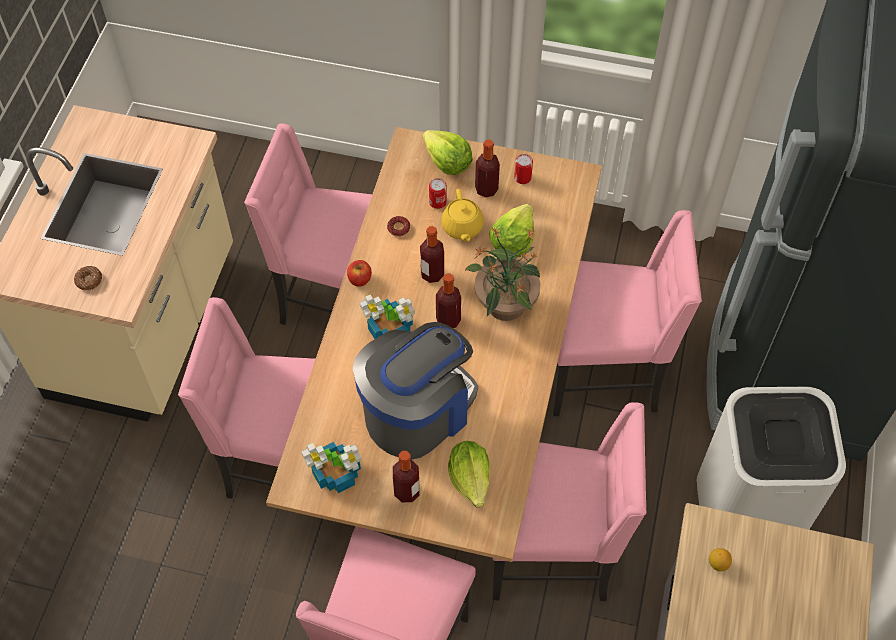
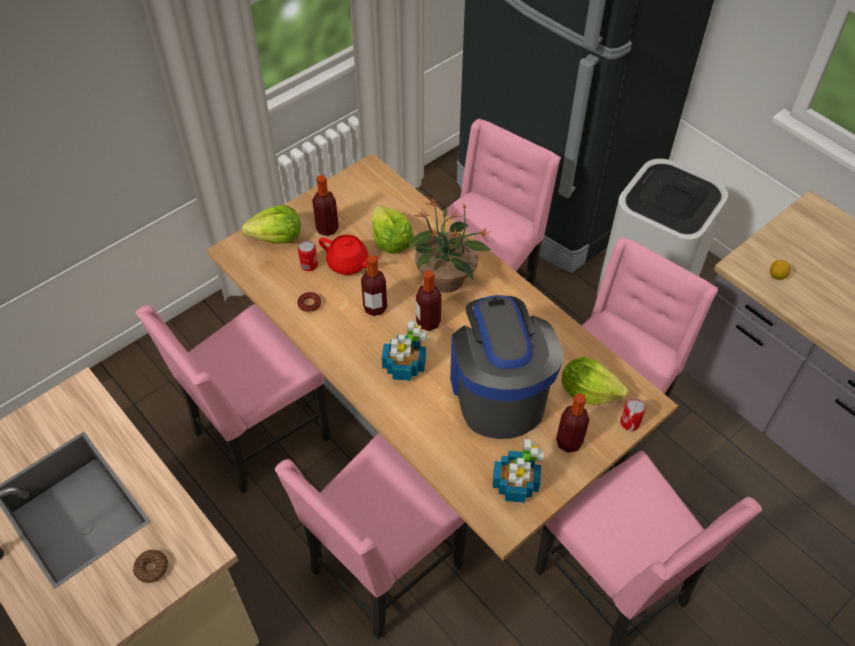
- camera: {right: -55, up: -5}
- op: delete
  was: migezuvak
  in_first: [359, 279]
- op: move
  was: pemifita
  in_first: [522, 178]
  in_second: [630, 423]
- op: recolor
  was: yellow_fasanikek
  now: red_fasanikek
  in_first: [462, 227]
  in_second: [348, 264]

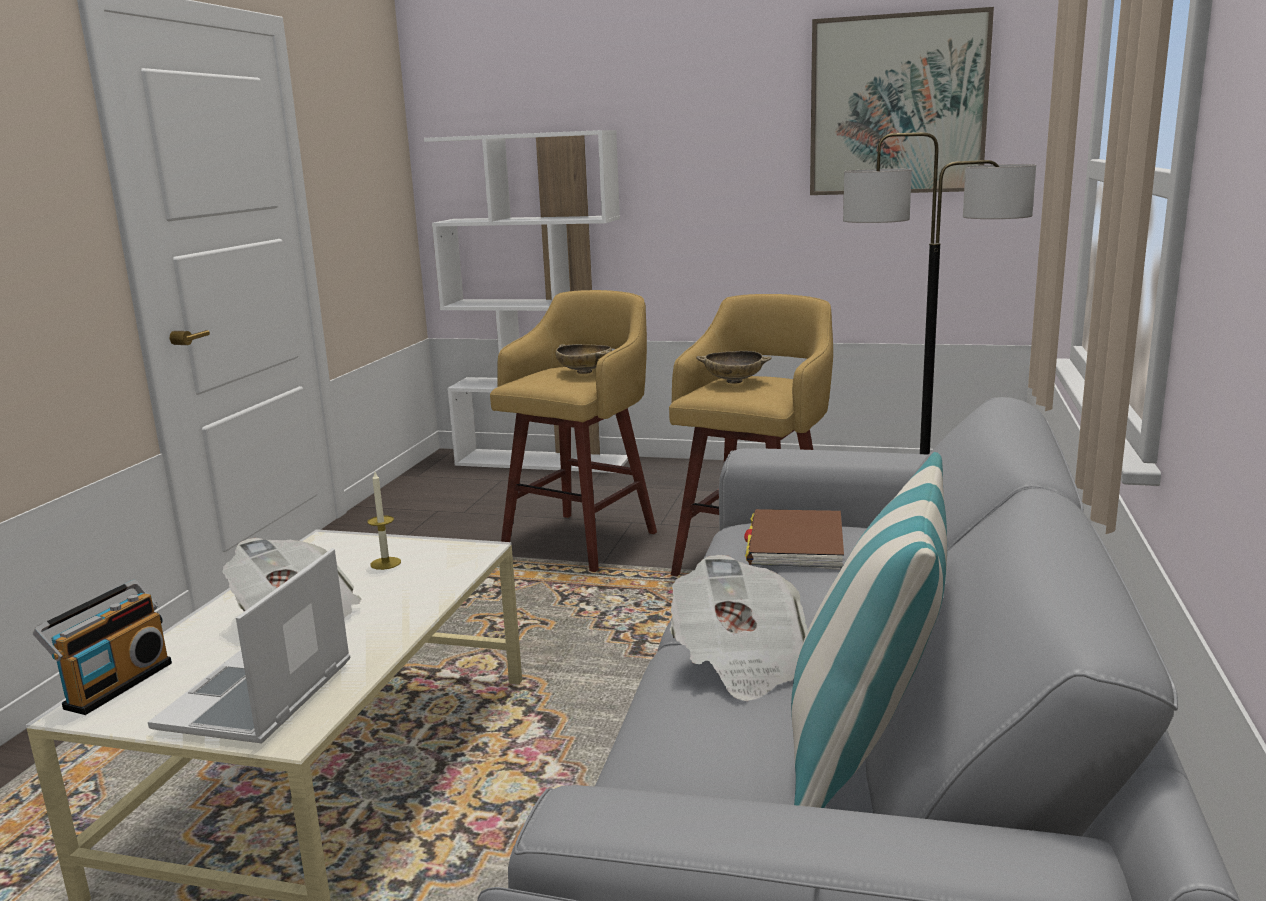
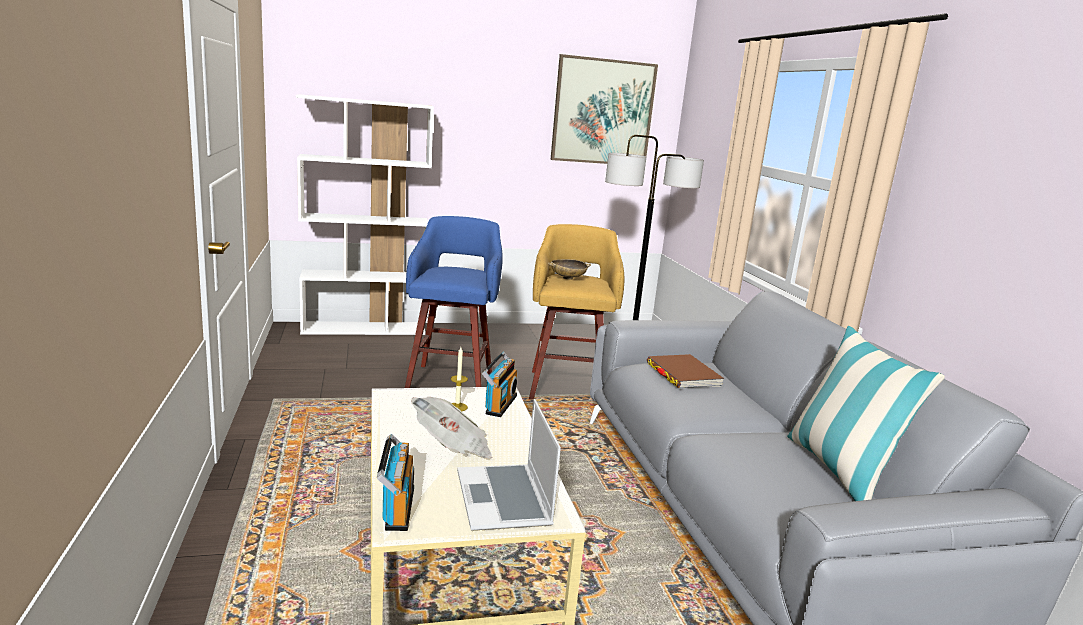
- camera: {right: -30, up: 0}
- op: delete
  was: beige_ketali
  in_first: [585, 372]
- op: delete
  was: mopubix
  in_first: [741, 661]
- op: insert
  now: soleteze
  in_second: [498, 404]
- op: recolor
  was: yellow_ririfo
  now: blue_ririfo
  in_first: [583, 540]
  in_second: [451, 381]

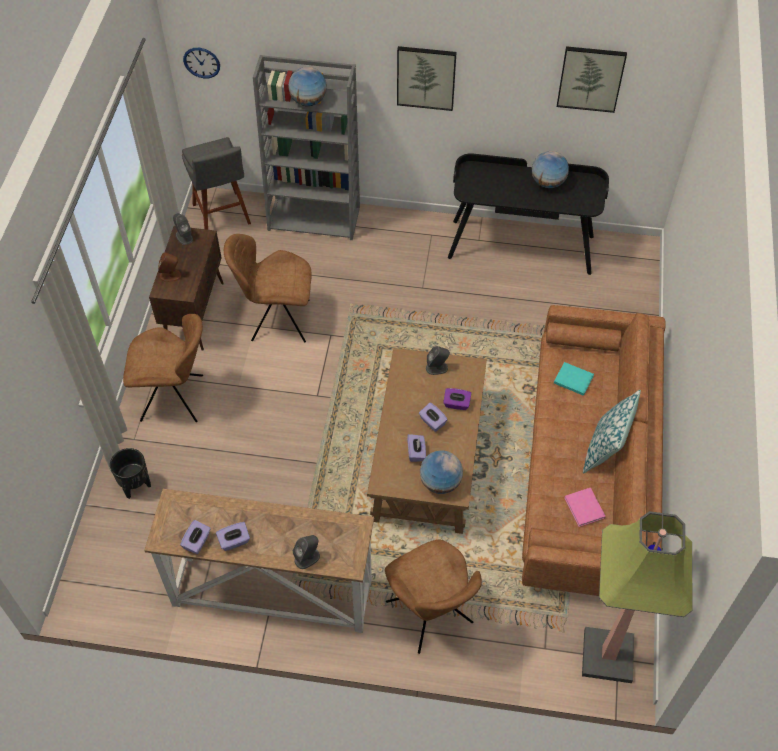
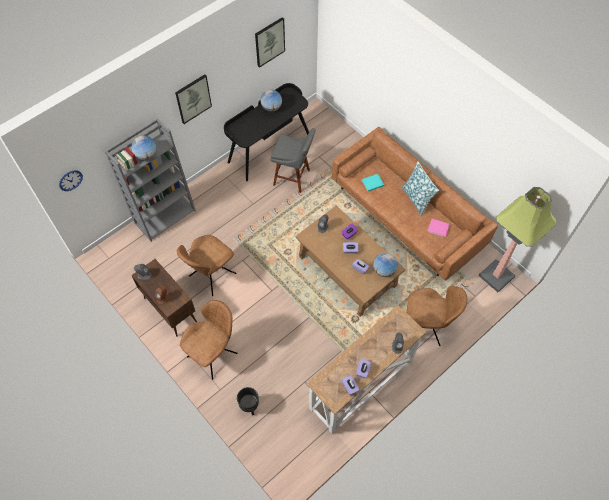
- camera: {right: -50, up: 5}
- op: move
  was: grey_ririfo
  in_first: [222, 216]
  in_second: [293, 178]

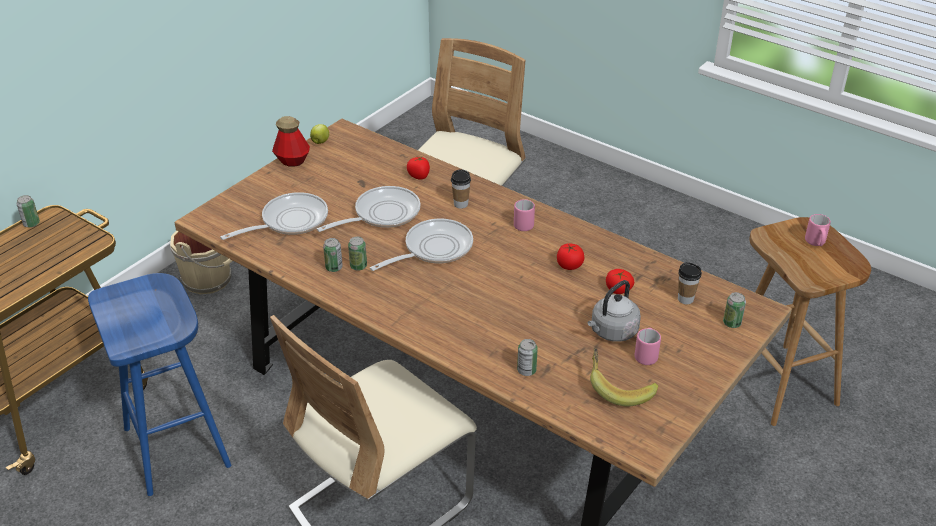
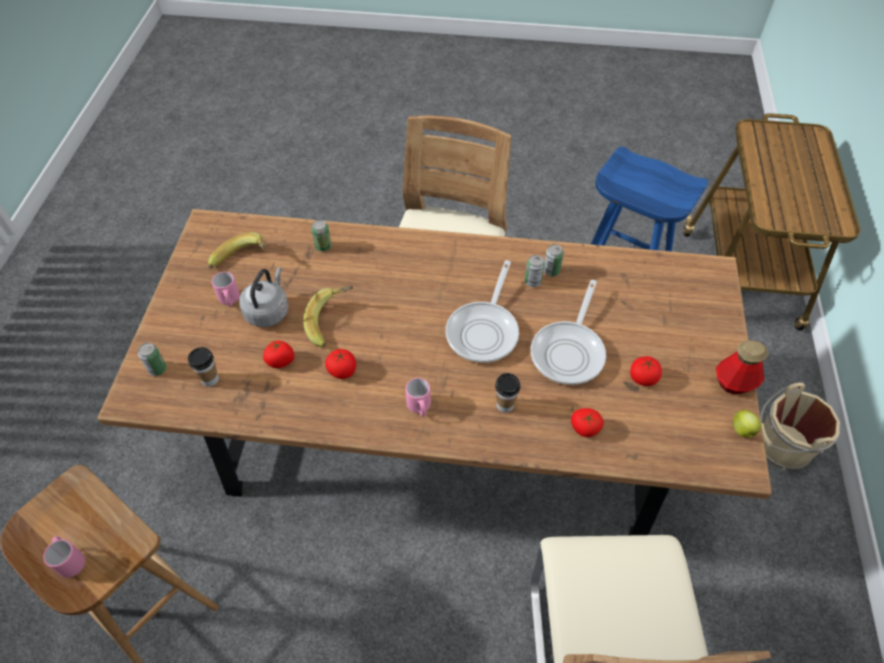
- camera: {right: 150, up: 15}
- op: delete
  was: pemifita
  in_first: [31, 224]
- op: delete
  was: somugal
  in_first: [289, 221]
- op: insert
  now: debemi
  in_second: [332, 323]
- op: insert
  now: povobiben
  in_second: [642, 378]

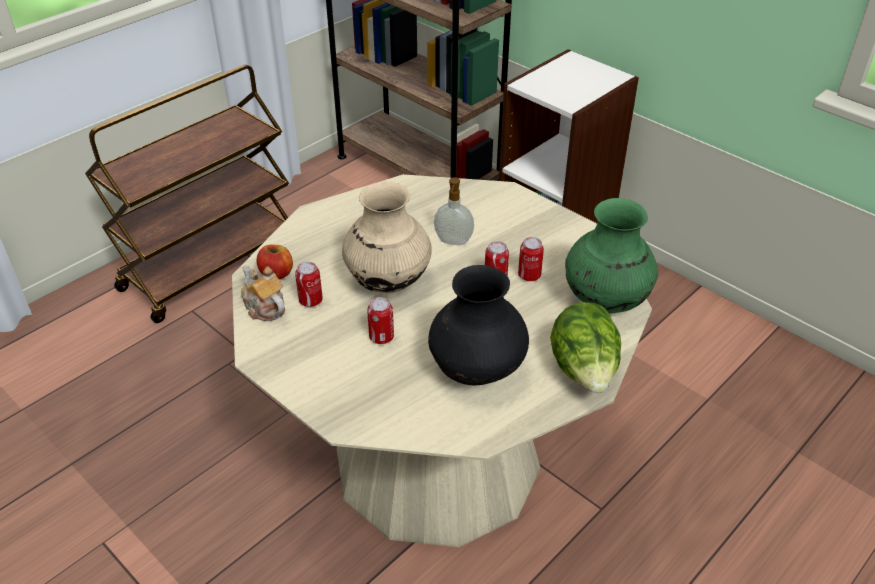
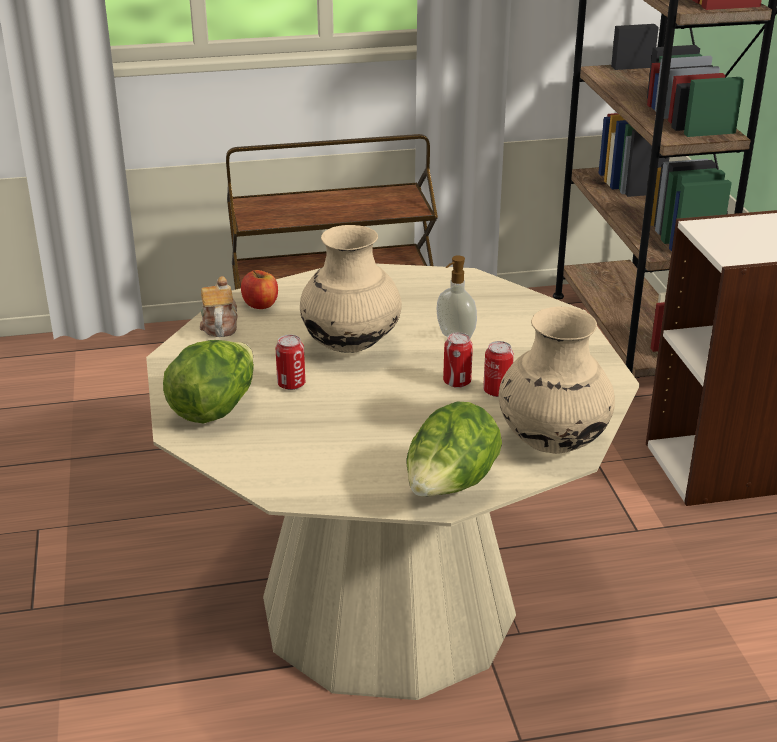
- camera: {right: 35, up: -10}
- op: delete
  was: pemifita
  in_first: [310, 300]
- op: delete
  was: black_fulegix
  in_first: [477, 370]
- op: insert
  now: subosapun
  in_second: [214, 407]
- op: recolor
  was: green_fulegix
  now: beige_fulegix
  in_first: [605, 300]
  in_second: [552, 441]

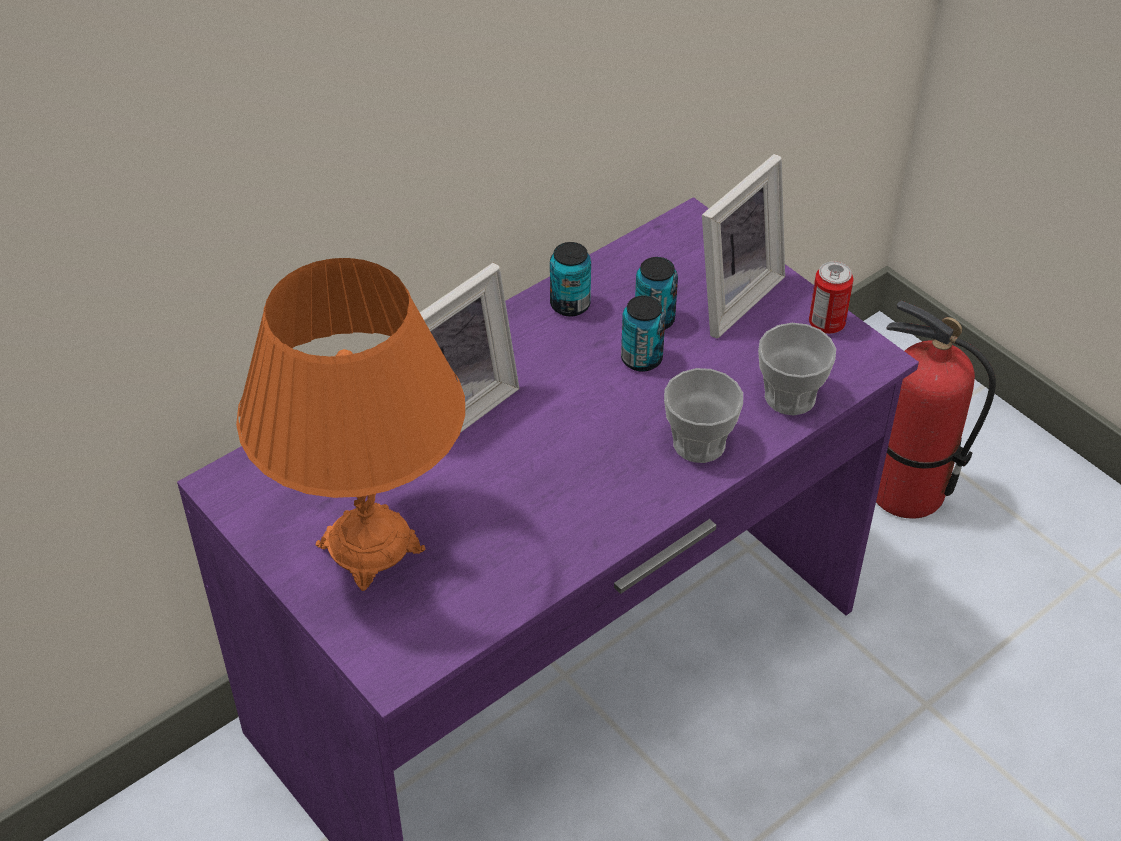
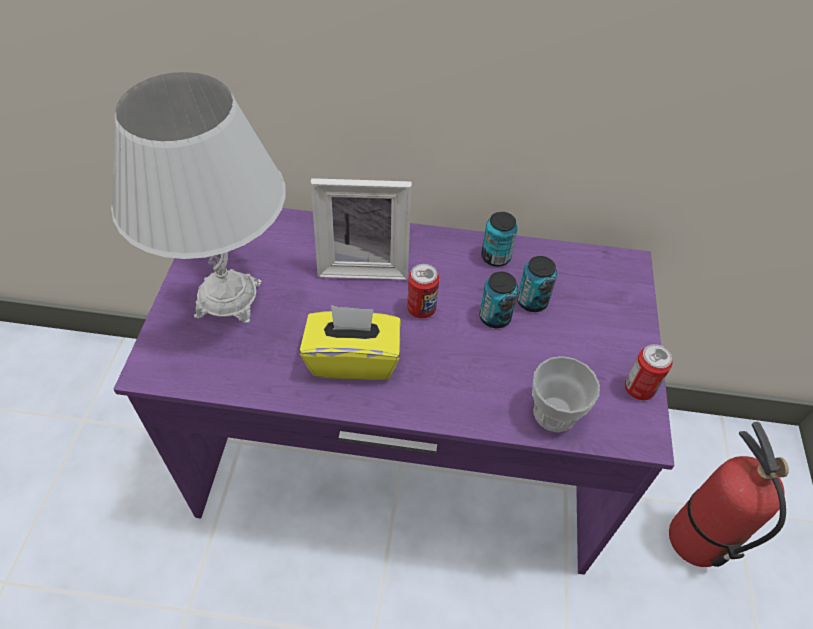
- camera: {right: 45, up: 5}
- op: delete
  was: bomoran
  in_first: [699, 443]
- op: delete
  was: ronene
  in_first: [729, 296]
- op: insert
  now: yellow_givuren
  in_second: [353, 359]
- op: insert
  now: pemifita
  in_second: [421, 309]
- op: recolor
  was: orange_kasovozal
  now: white_kasovozal
  in_first: [370, 547]
  in_second: [228, 299]

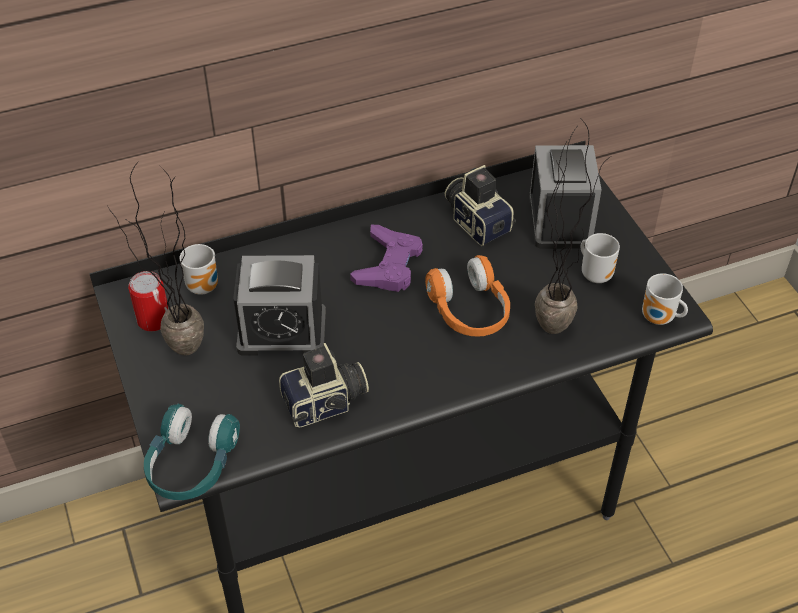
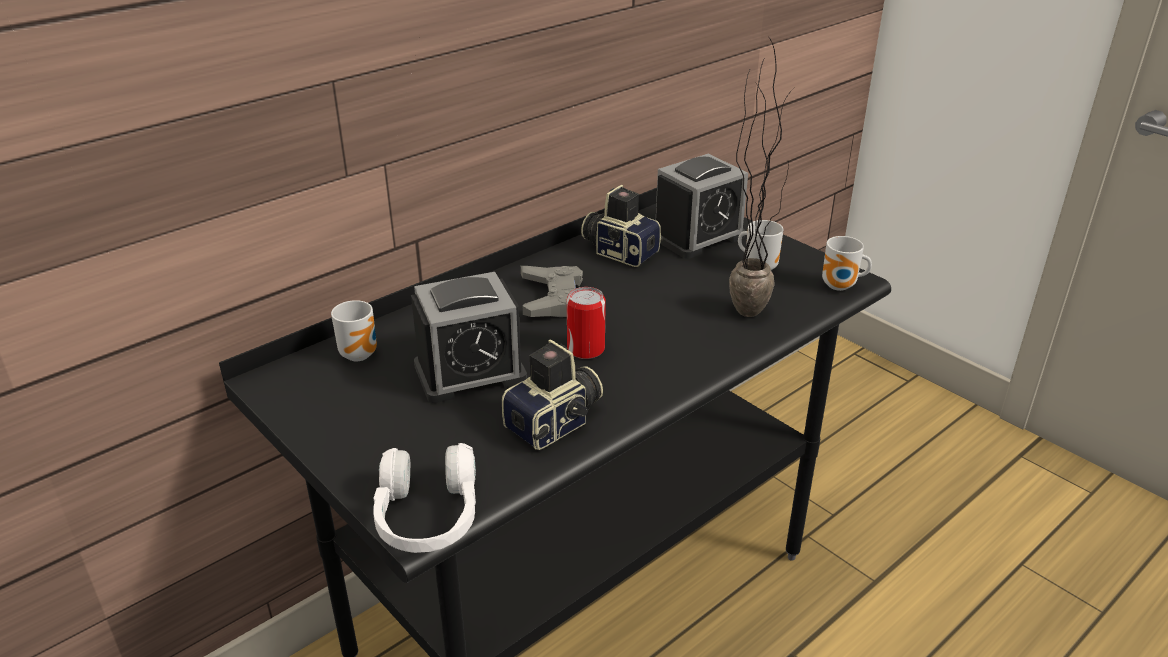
- camera: {right: -20, up: -15}
- op: delete
  was: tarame
  in_first: [176, 356]
- op: delete
  was: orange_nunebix
  in_first: [469, 311]
- op: move
  was: pemifita
  in_first: [154, 320]
  in_second: [586, 349]
- op: recolor
  was: turquoise_nunebix
  now: white_nunebix
  in_first: [191, 465]
  in_second: [427, 517]
- op: recolor
  was: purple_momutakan
  now: grey_momutakan
  in_first: [388, 265]
  in_second: [553, 298]
- op: rotate
  was: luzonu
  in_first: [560, 220]
  in_second: [698, 237]
  clockwise: 75

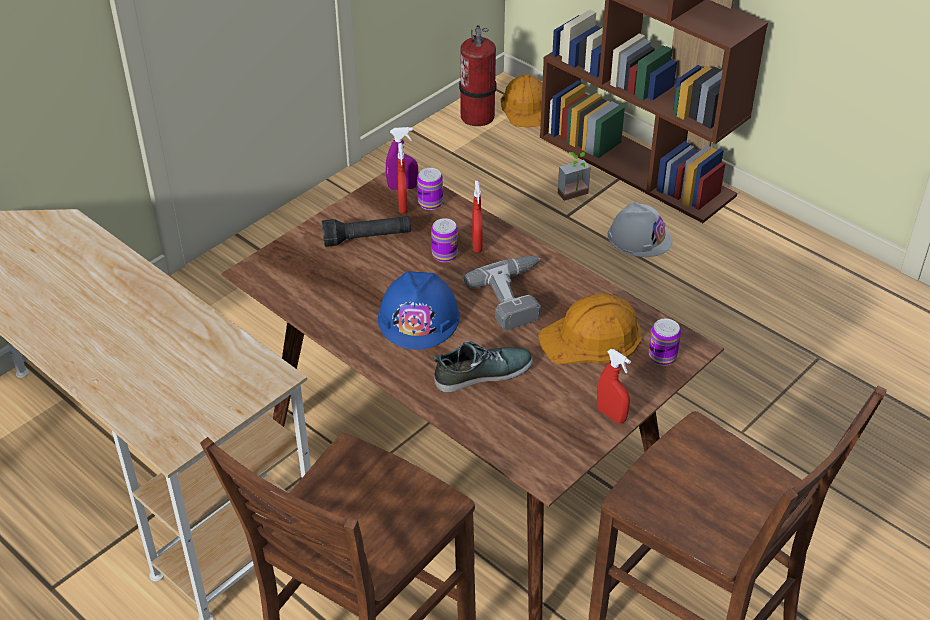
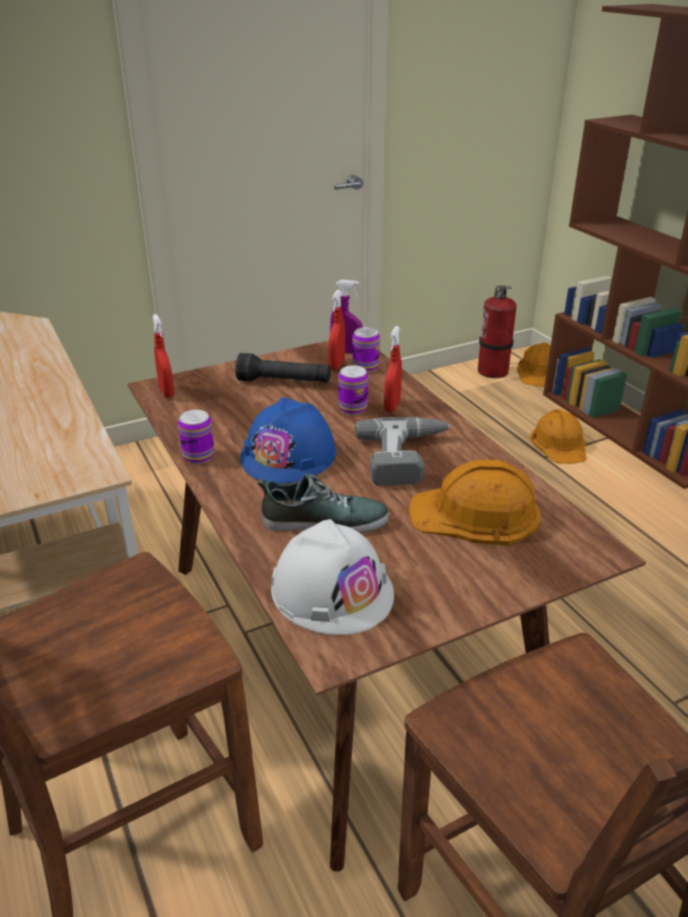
- camera: {right: 20, up: -10}
- op: move
  was: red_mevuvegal
  in_first: [611, 415]
  in_second: [166, 392]
- op: move
  was: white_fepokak
  in_first: [639, 237]
  in_second: [332, 590]
- op: move
  was: pemifita
  in_first: [662, 356]
  in_second: [198, 456]
- op: replace
  was: tarame
  now: orange_fepokak
  in_first: [575, 196]
  in_second: [559, 443]

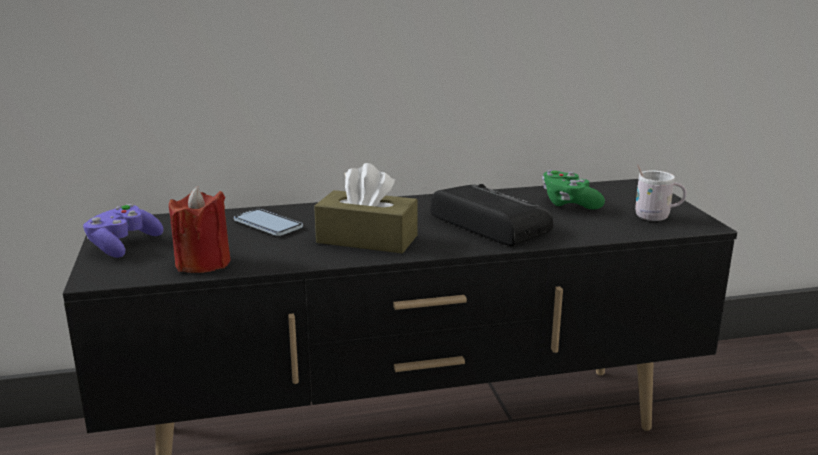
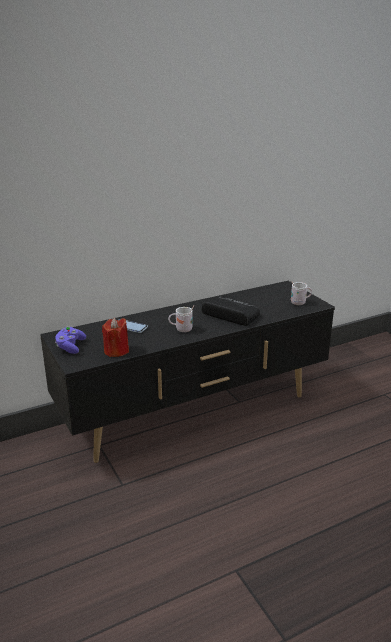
- camera: {right: -15, up: 5}
- op: delete
  was: green_momutakan
  in_first: [569, 203]
- op: replace
  was: brown_givuren
  now: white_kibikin
  in_first: [367, 239]
  in_second: [181, 329]

